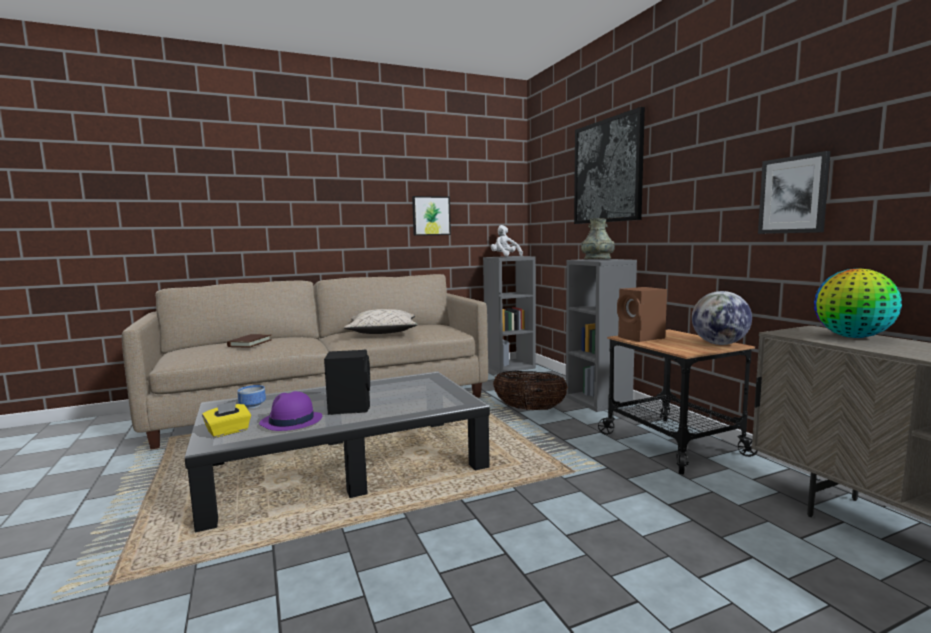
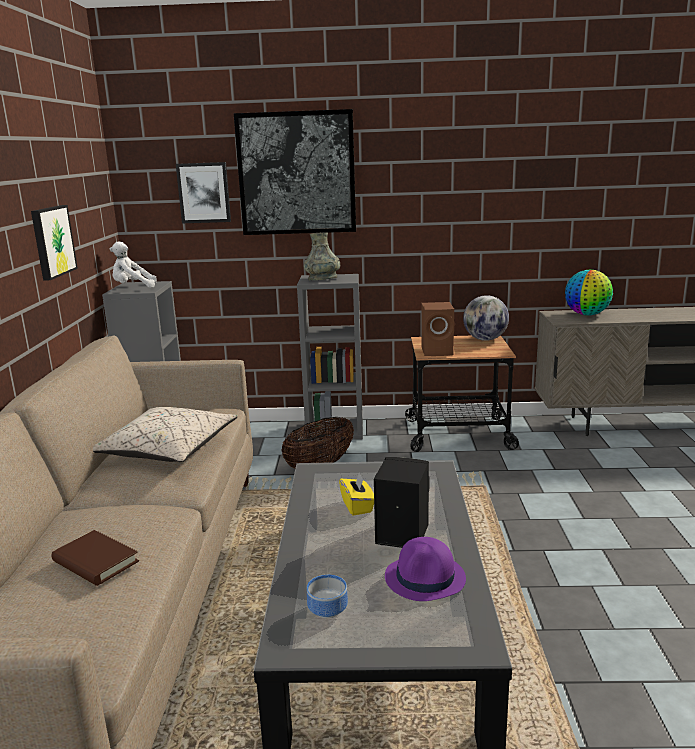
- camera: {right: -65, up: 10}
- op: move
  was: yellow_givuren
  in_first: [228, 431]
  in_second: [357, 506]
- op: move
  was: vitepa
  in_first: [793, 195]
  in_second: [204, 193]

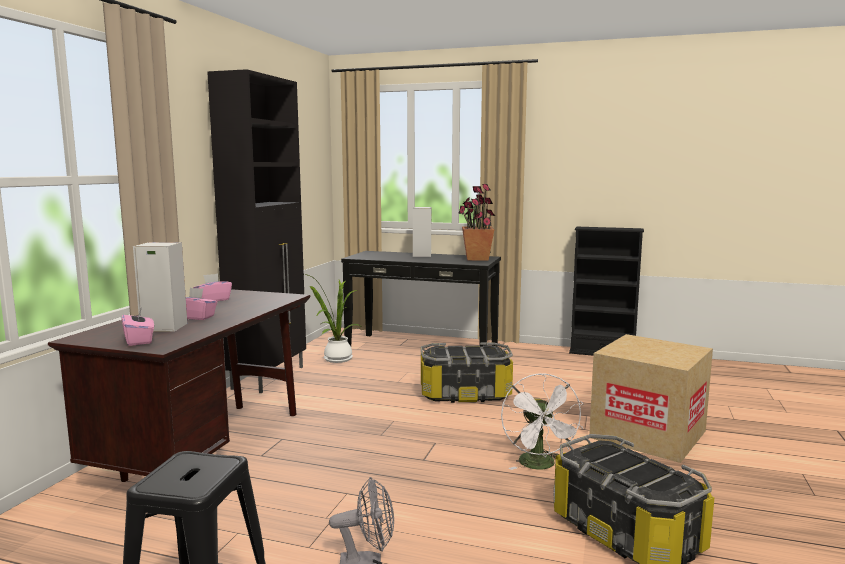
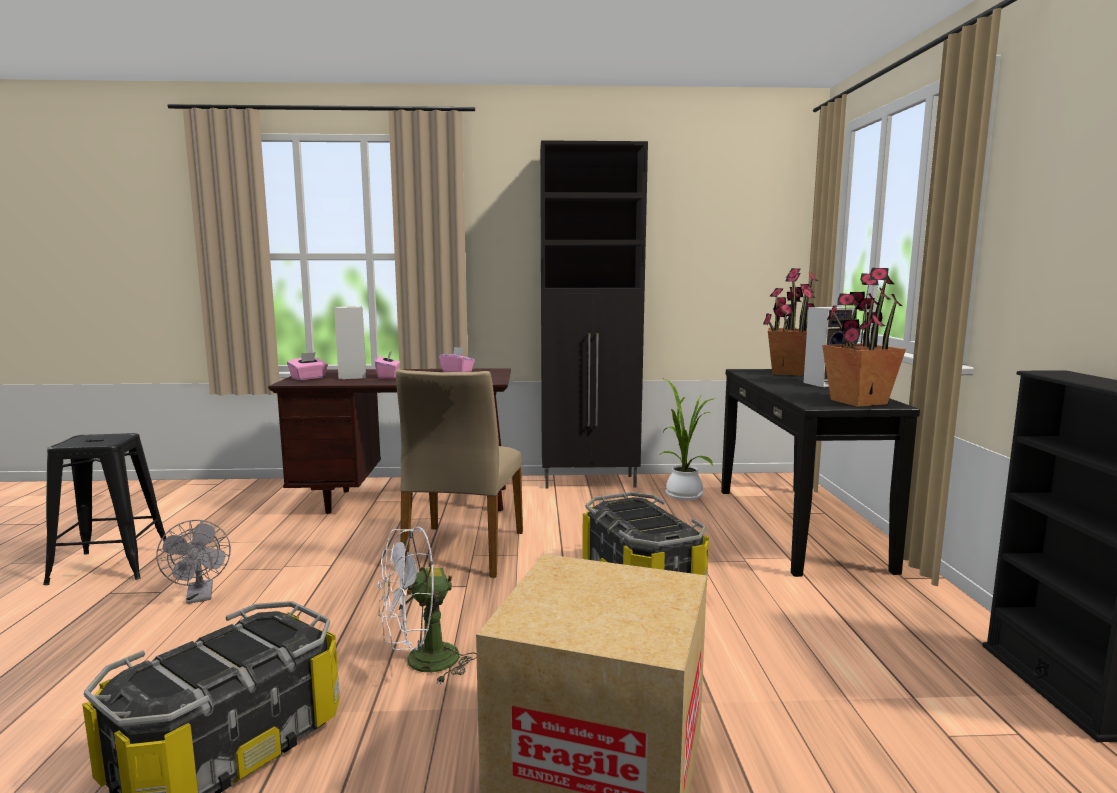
- camera: {right: 70, up: 0}
- op: insert
  now: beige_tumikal
  in_second: [463, 551]
- op: insert
  now: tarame
  in_second: [787, 373]

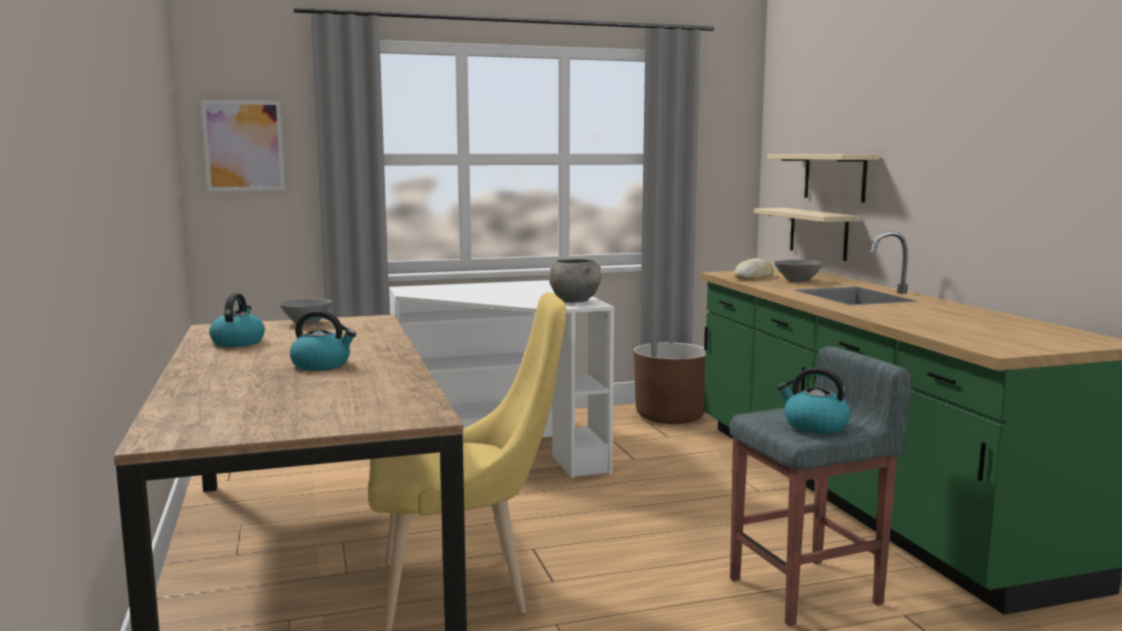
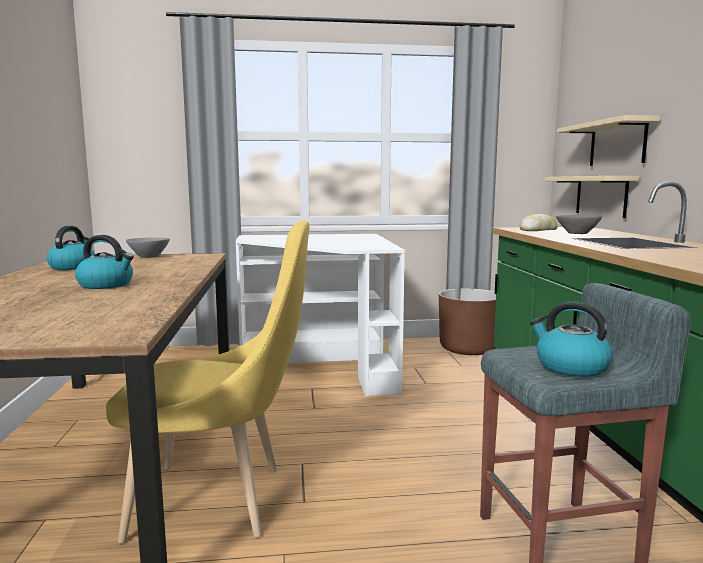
- camera: {right: 10, up: 0}
- op: delete
  was: vitepa
  in_first: [244, 145]
- op: delete
  was: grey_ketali
  in_first: [574, 301]

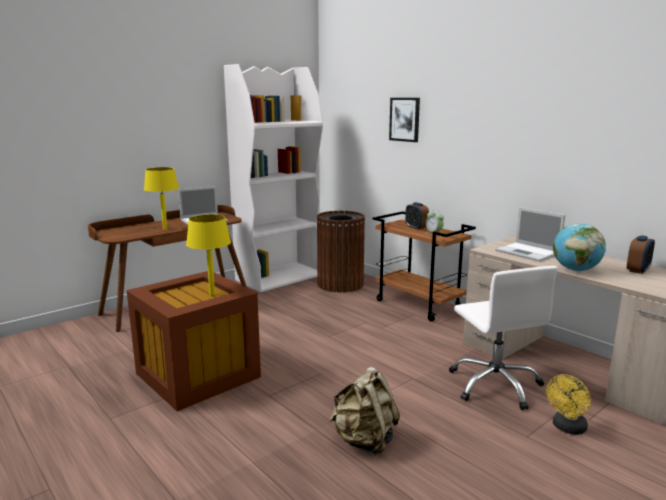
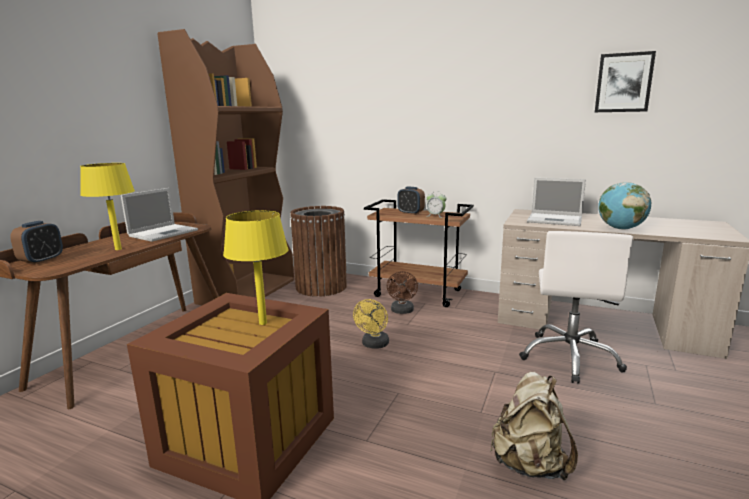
- camera: {right: -25, up: 0}
- op: insert
  now: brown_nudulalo
  in_second: [402, 311]
- op: move
  was: vitepa
  in_first: [405, 119]
  in_second: [623, 83]
- op: move
  was: yellow_nudulalo
  in_first: [567, 428]
  in_second: [374, 345]
- op: move
  was: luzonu
  in_first: [638, 270]
  in_second: [42, 260]
- op: recolor
  was: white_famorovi
  now: brown_famorovi
  in_first: [280, 277]
  in_second: [247, 291]
- op: rotate
  was: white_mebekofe
  in_first: [495, 385]
  in_second: [570, 357]
  clockwise: 60

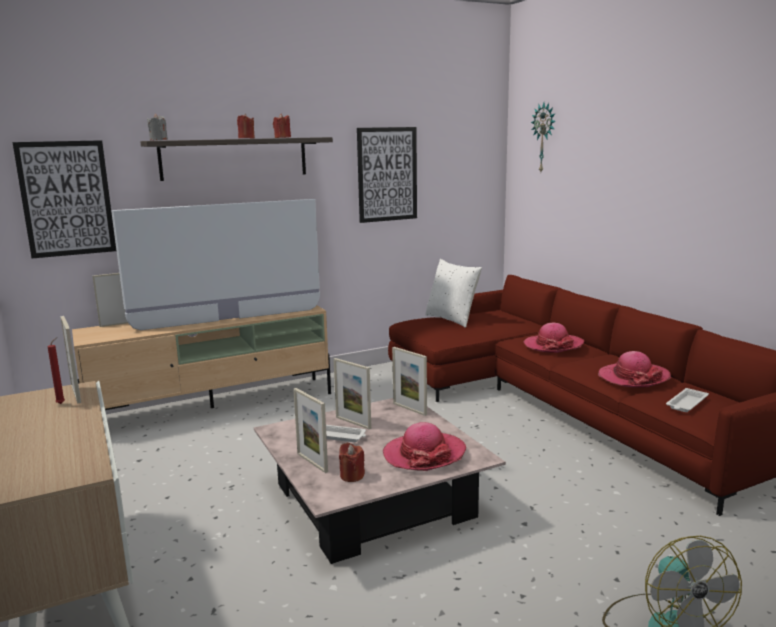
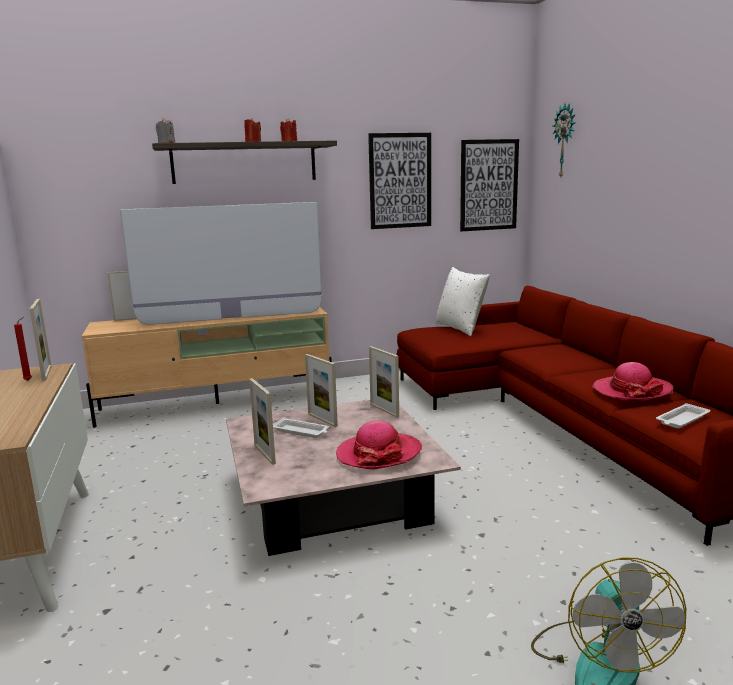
- camera: {right: 10, up: 0}
- op: delete
  was: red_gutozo
  in_first: [352, 476]
- op: delete
  was: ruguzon
  in_first: [553, 345]
- op: move
  was: vitepa
  in_first: [66, 199]
  in_second: [488, 185]

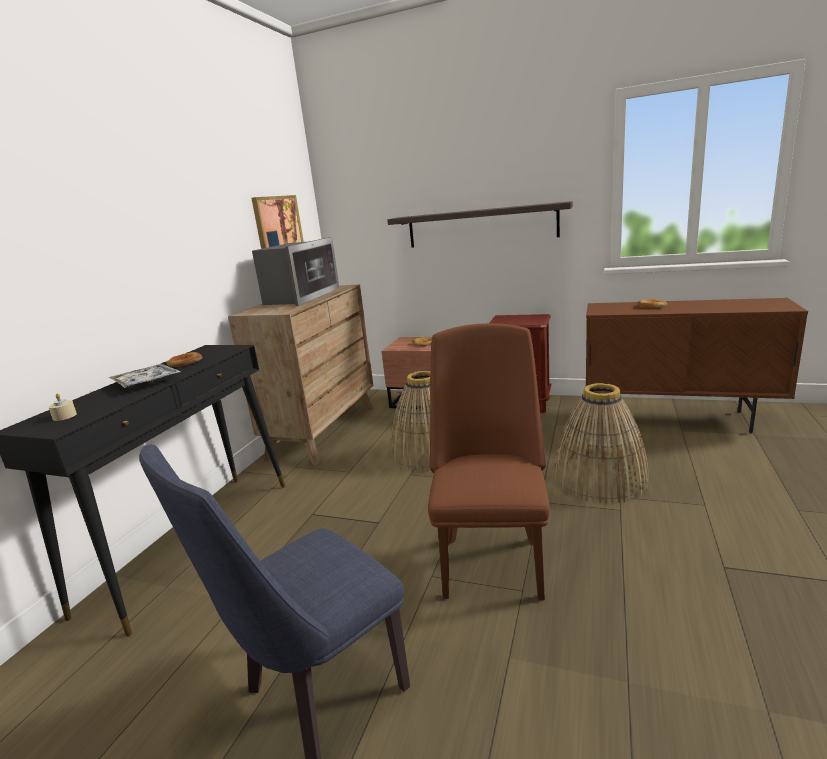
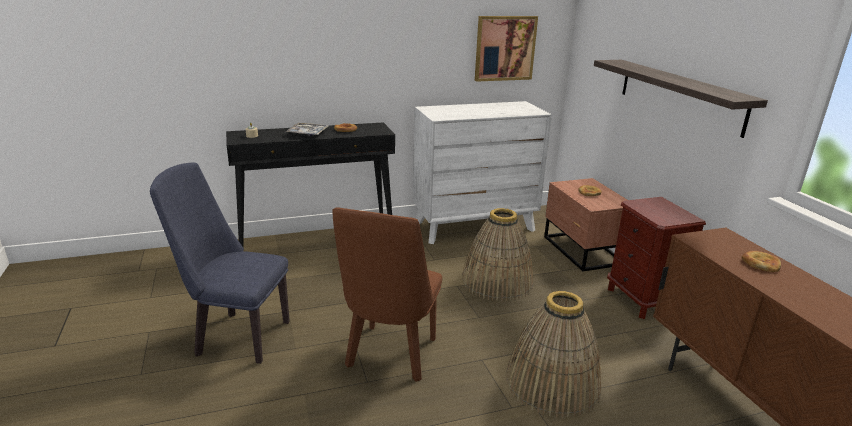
- camera: {right: 50, up: 5}
- op: delete
  was: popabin
  in_first: [301, 297]
- op: recolor
  was: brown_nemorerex
  now: white_nemorerex
  in_first: [323, 431]
  in_second: [474, 226]
- op: rotate
  was: brown_tumikal
  in_first: [491, 558]
  in_second: [390, 357]
  clockwise: 135

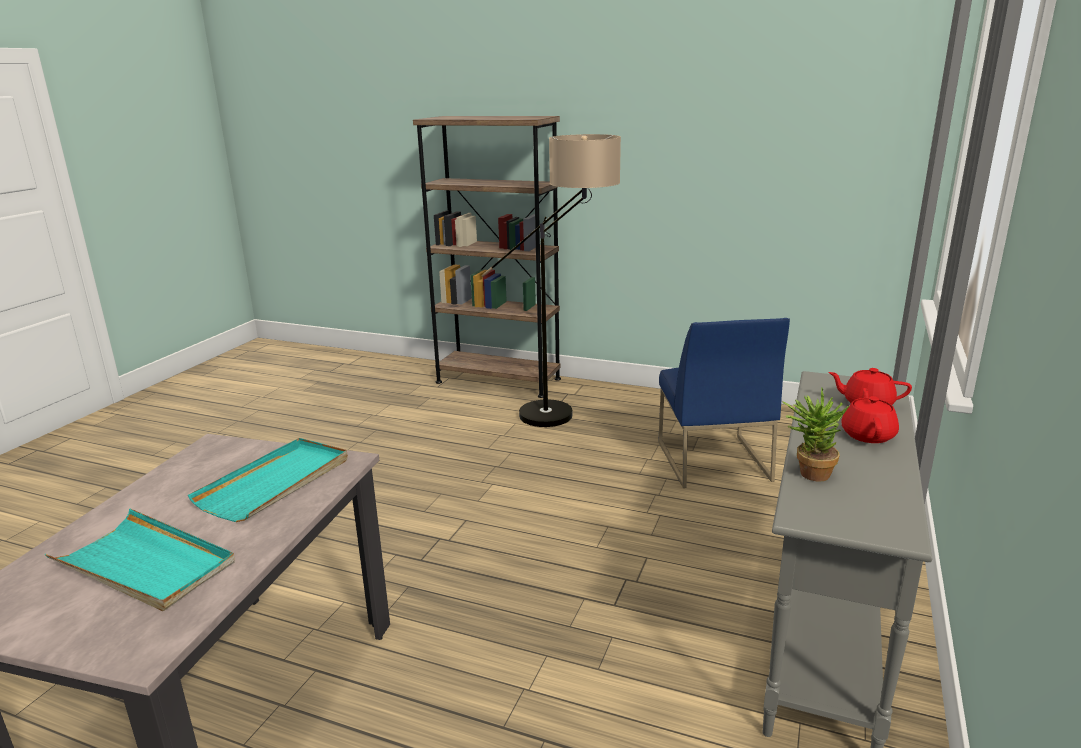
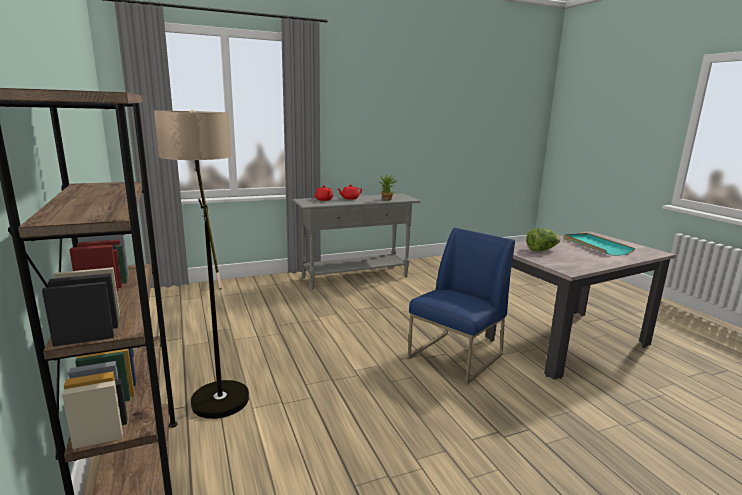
- camera: {right: -135, up: -5}
- op: move
  was: blue_tumikal
  in_first: [711, 460]
  in_second: [455, 357]
- op: replace
  was: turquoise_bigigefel
  now: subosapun
  in_first: [276, 482]
  in_second: [541, 250]

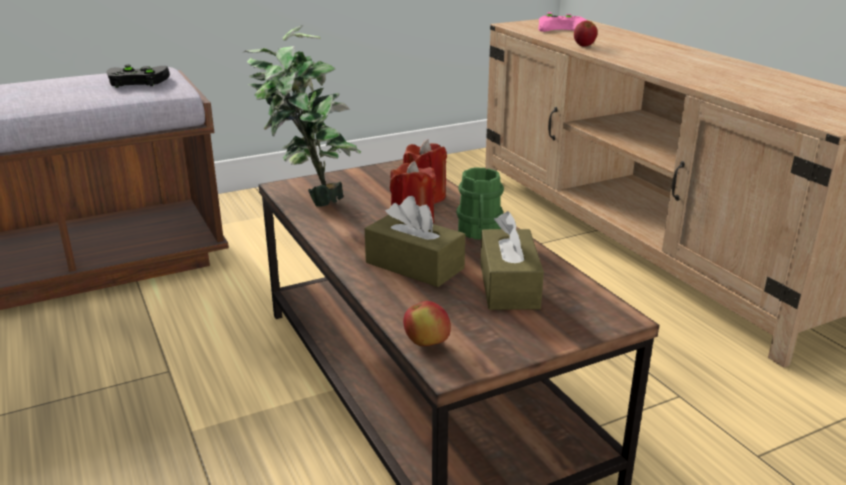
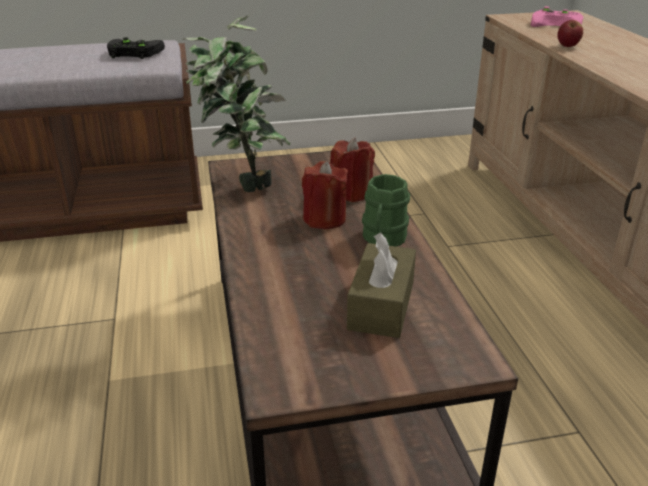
- camera: {right: 15, up: 5}
- op: delete
  was: brown_givuren
  in_first: [414, 265]
- op: delete
  was: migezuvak
  in_first: [427, 343]

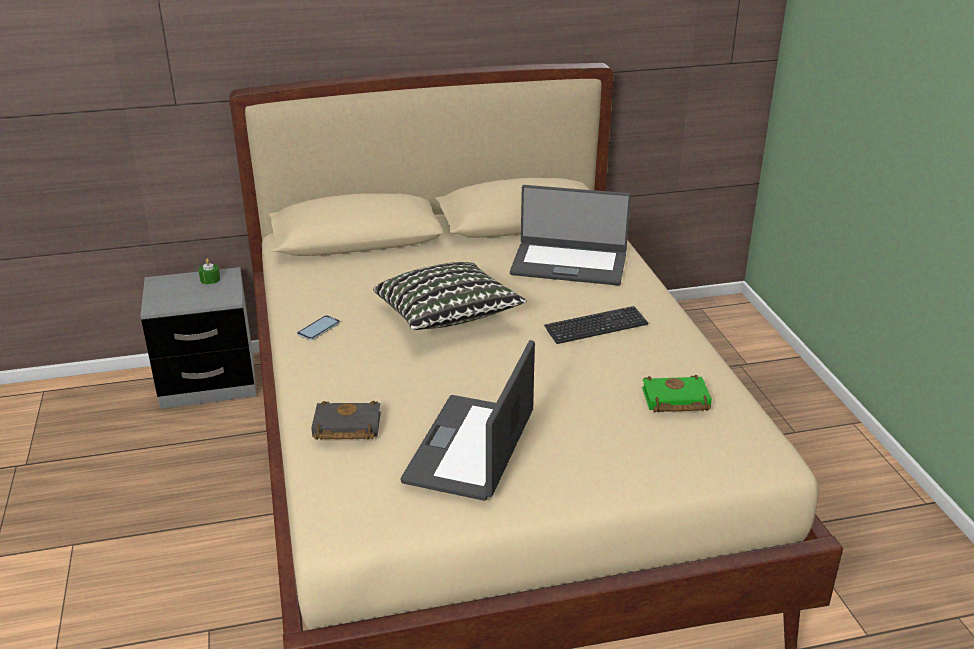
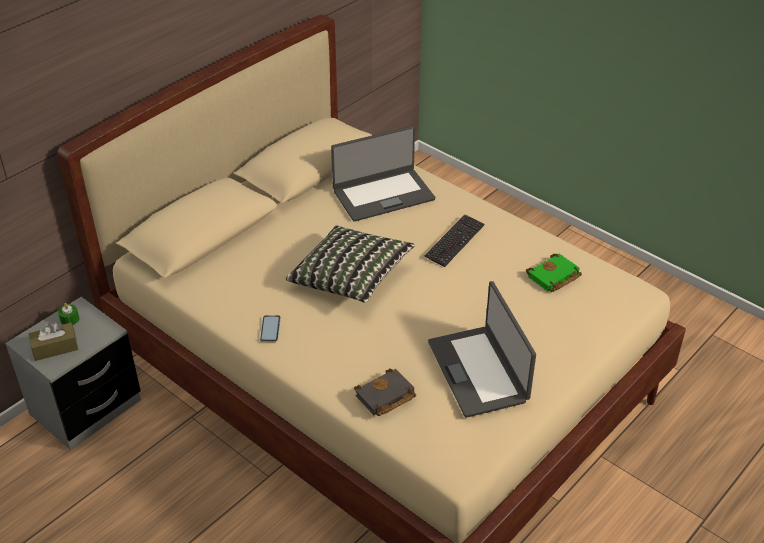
- camera: {right: -35, up: 10}
- op: insert
  now: brown_givuren
  in_second: [55, 348]

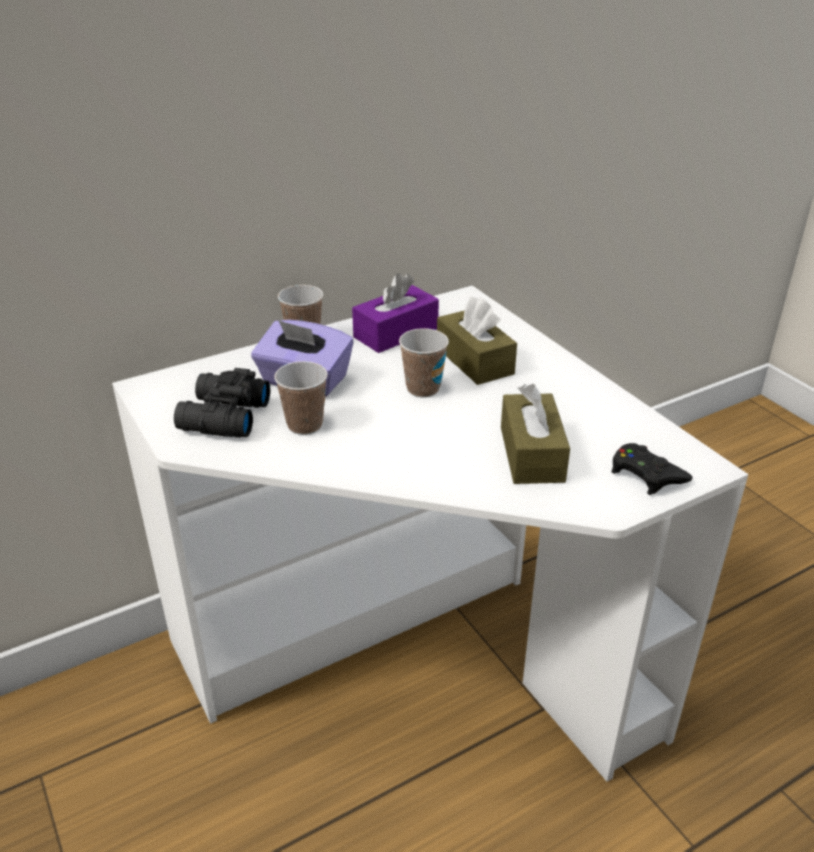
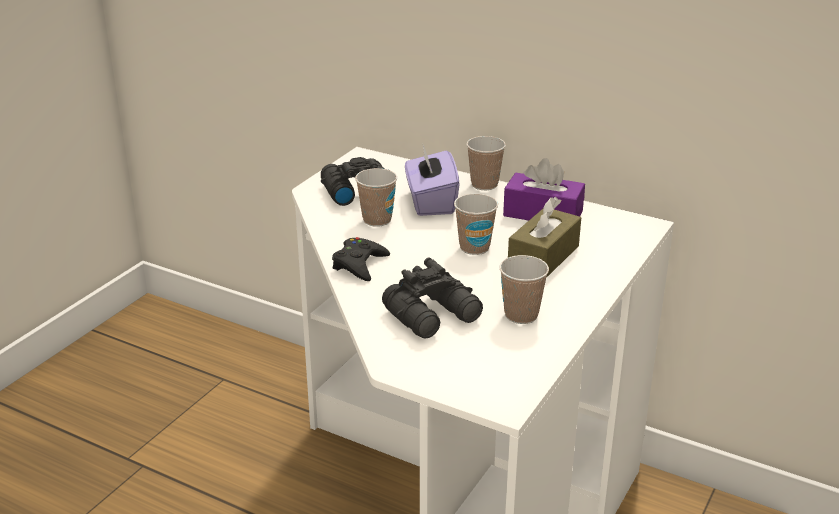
- camera: {right: 60, up: -5}
- op: insert
  now: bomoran
  in_second: [521, 315]
- op: move
  was: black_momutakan
  in_first: [646, 474]
  in_second: [359, 264]
- op: replace
  was: brown_givuren
  now: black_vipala
  in_first: [531, 454]
  in_second: [434, 316]

